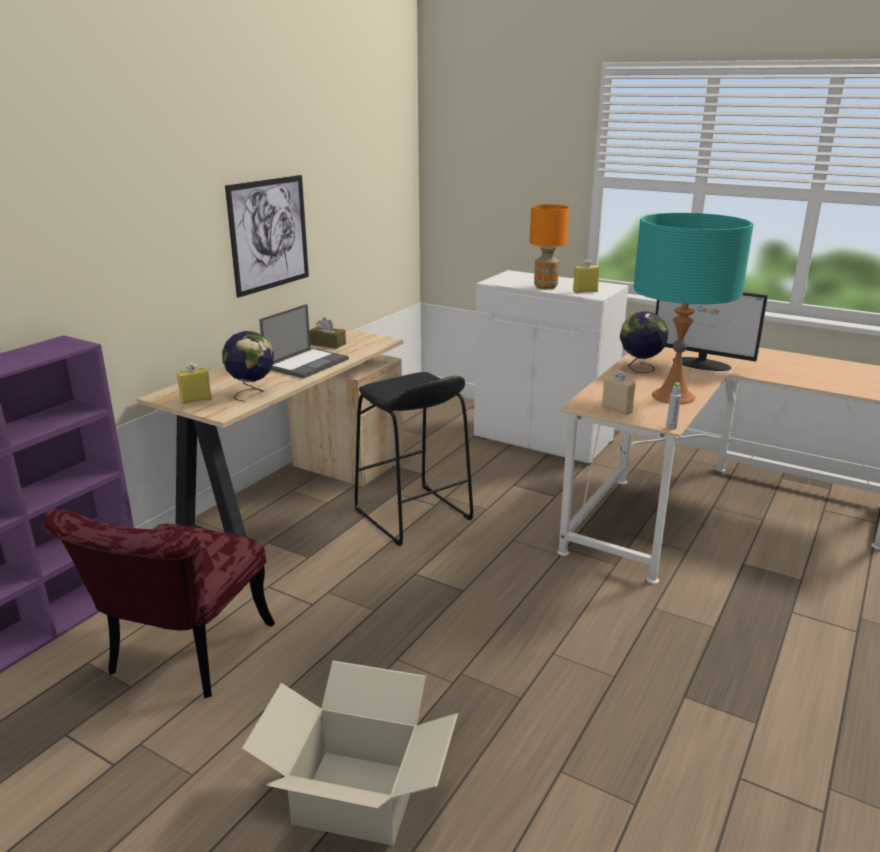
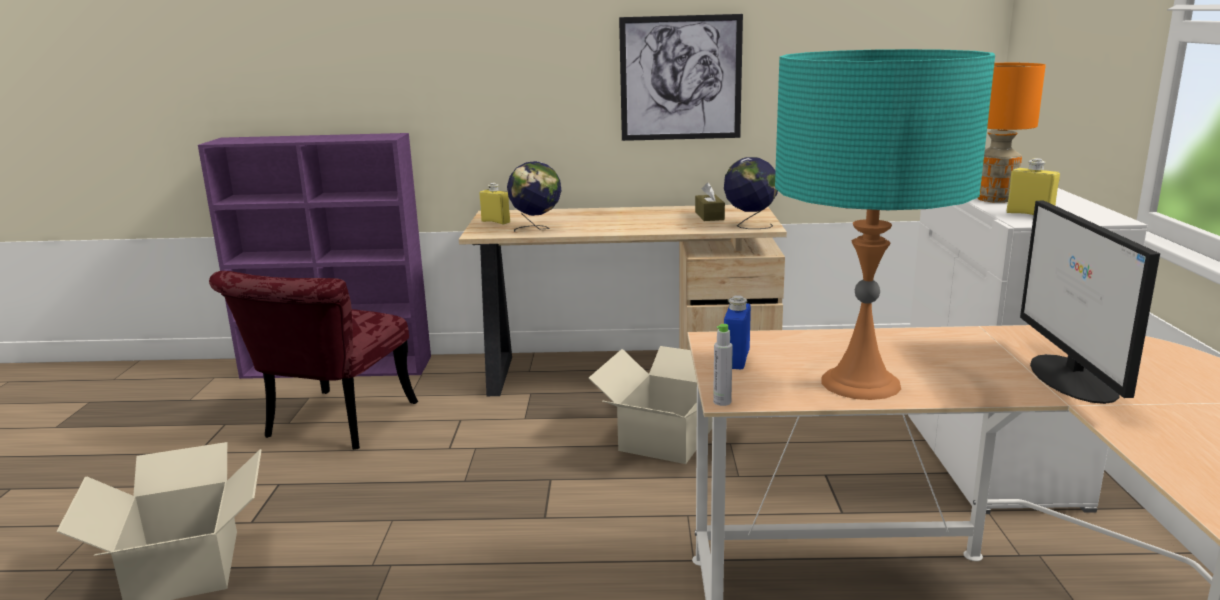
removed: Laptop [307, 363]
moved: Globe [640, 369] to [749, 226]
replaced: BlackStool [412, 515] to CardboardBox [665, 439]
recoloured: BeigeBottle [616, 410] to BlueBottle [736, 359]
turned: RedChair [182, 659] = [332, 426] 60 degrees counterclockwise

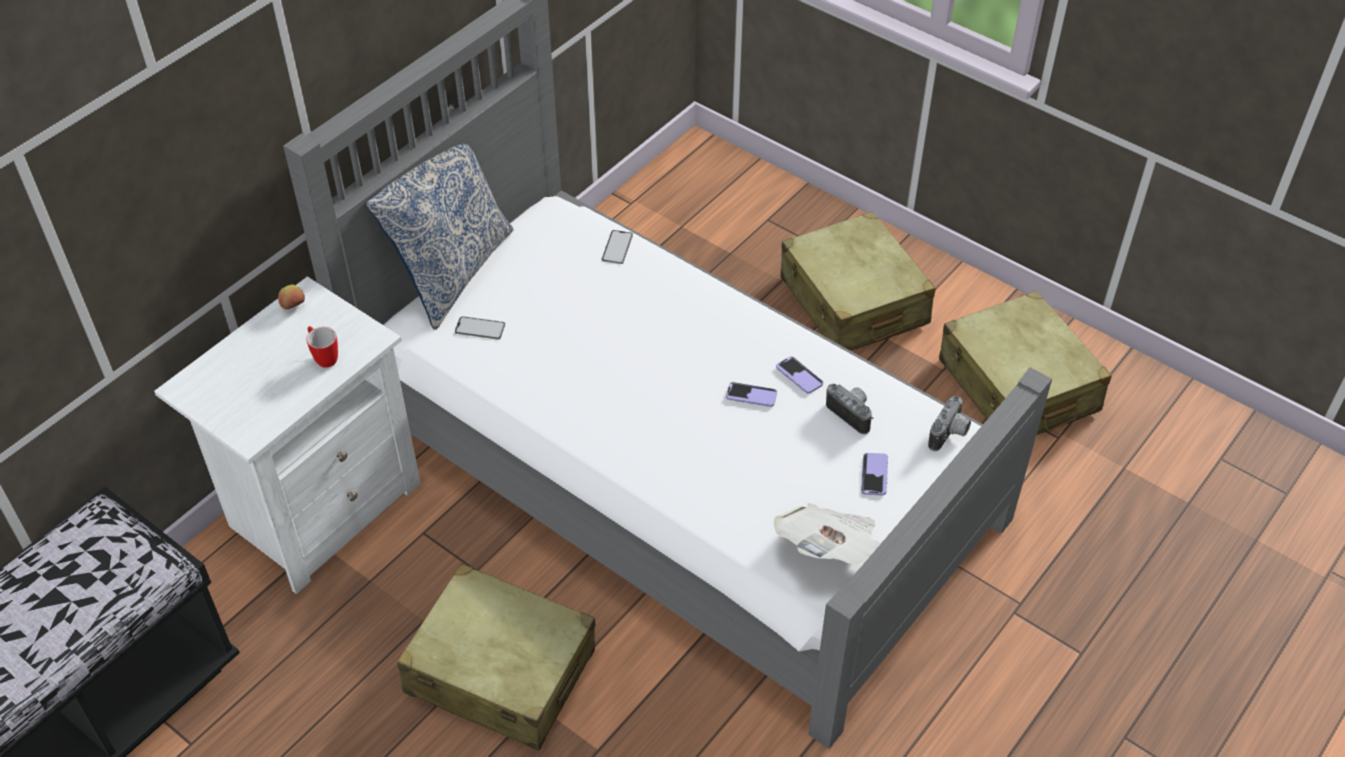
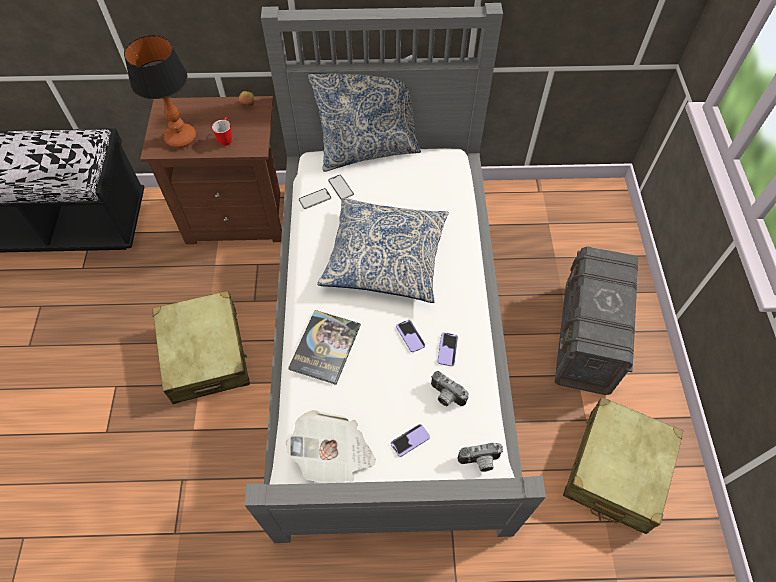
added: TableLamp [180, 138]; Book [325, 347]; Pillow [385, 257]
moved: Phone [617, 247] to [315, 199]
replaced: BeigeSuitcase [853, 301] to GreyStorageBox [585, 339]
recoloured: WhiteNightstand [321, 507] to BrownNightstand [238, 216]
turned: PhotoCamera [852, 413] = [445, 396] 120 degrees clockwise

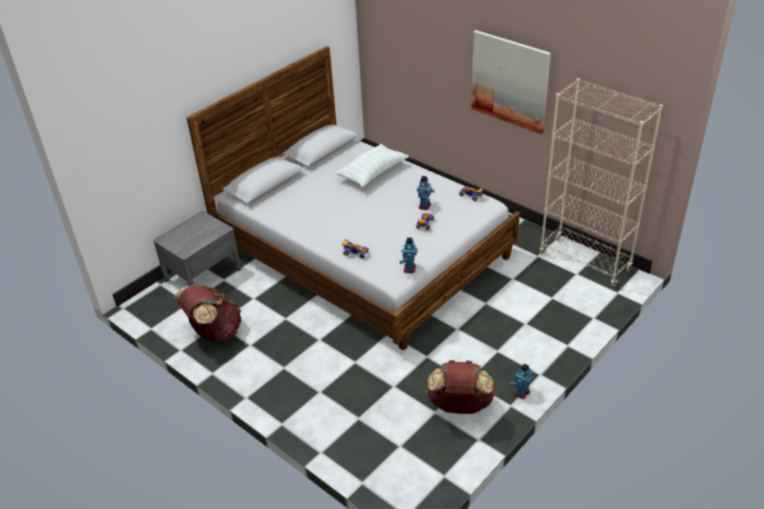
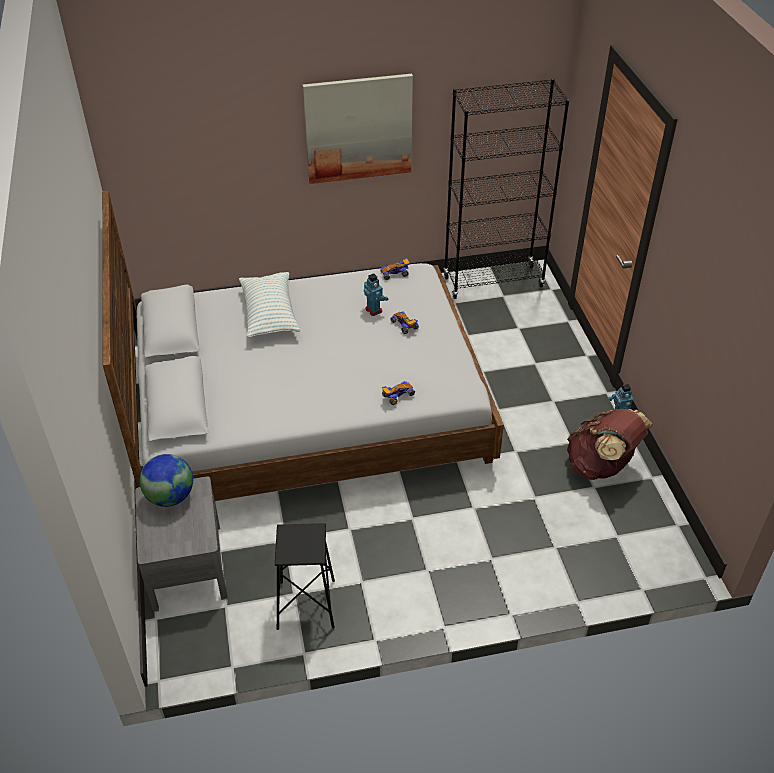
removed: ToyRobot [409, 268]
added: Globe [170, 497]
replaced: BrownBackpack [214, 332] to BlackStool [306, 604]
recoloured: BeigeBookcase [584, 262] to BlackBookcase [493, 282]

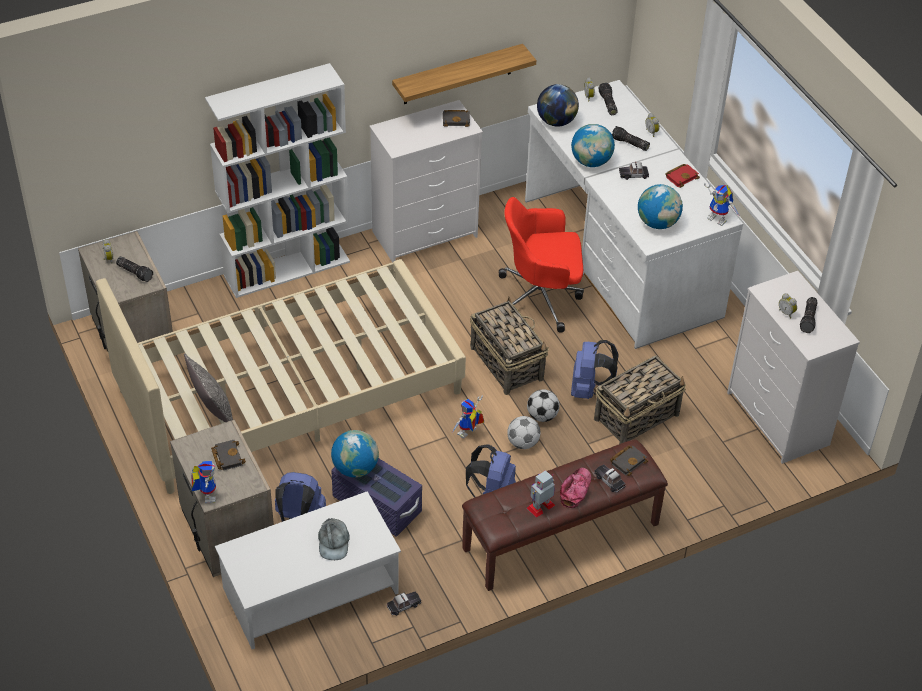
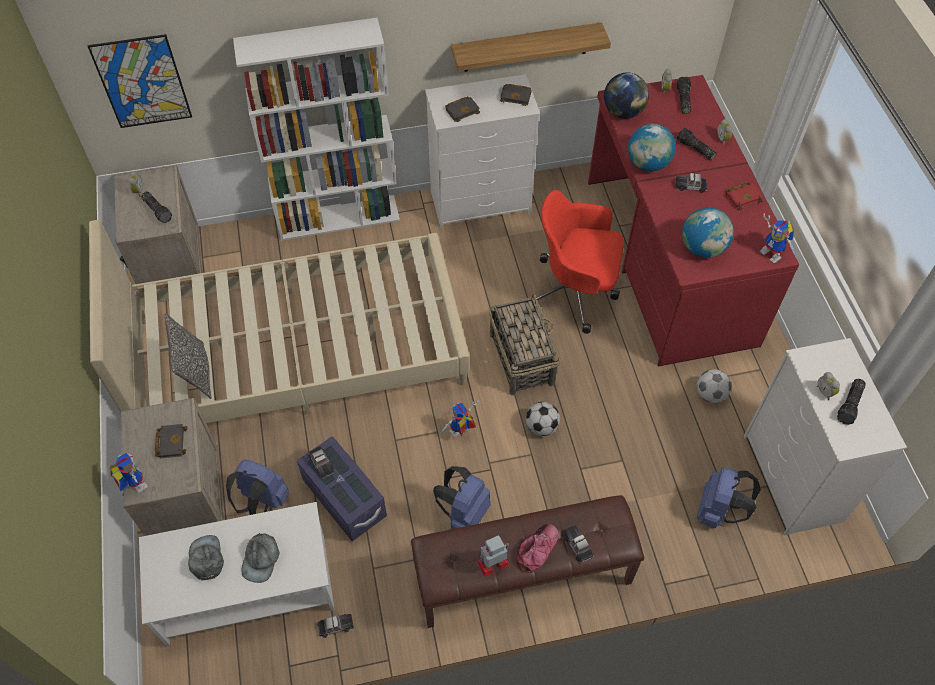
removed: Basket [637, 416]
added: Picture [142, 82]; GreyCap [206, 558]
moved: Football [523, 443] to [710, 394]; BlueBackpack [589, 389] to [718, 511]; BlackBook [628, 461] to [462, 110]
replaced: Globe [355, 468] to ToyCar [321, 463]
recoloured: WhiteDesk [619, 258] to RedDesk [667, 260]
turned: ToyRobot [206, 493] = [133, 483] 45 degrees counterclockwise

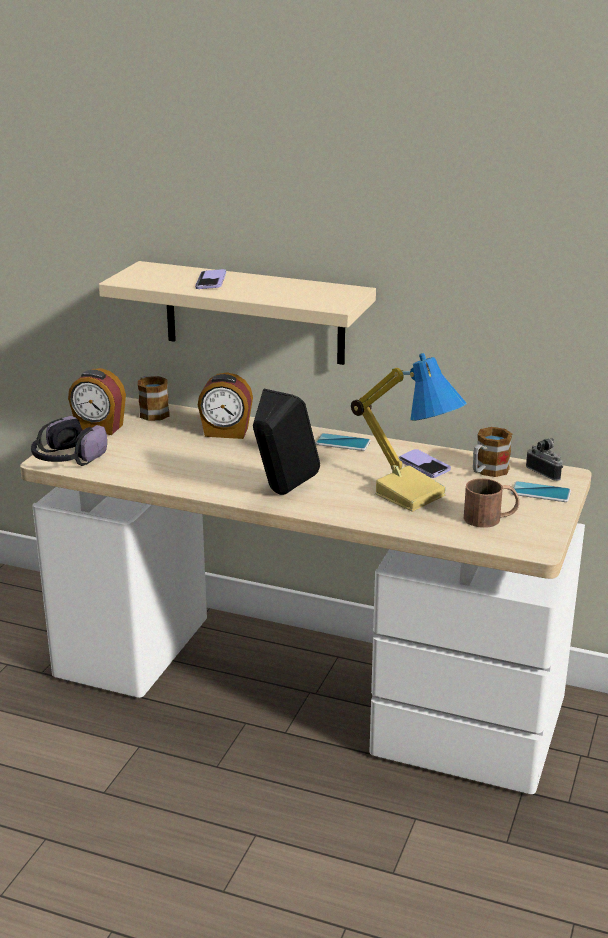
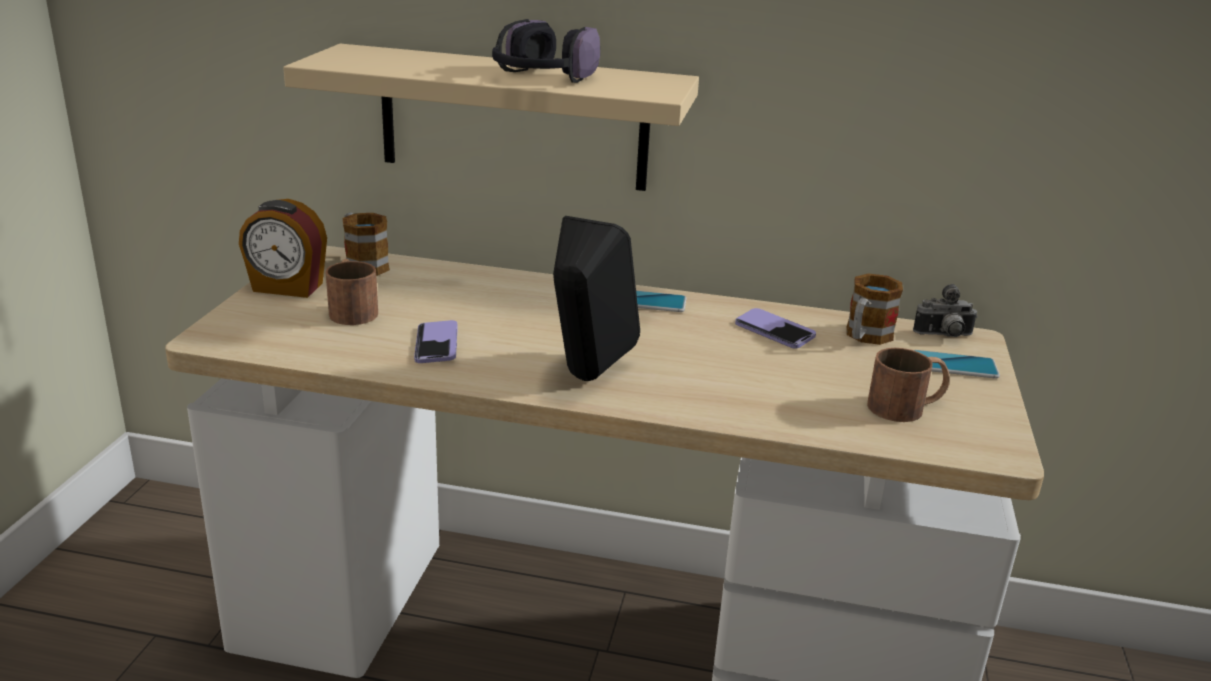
removed: AlarmClock [226, 433]; TableLamp [411, 493]
added: BrownMug [351, 309]
moved: Headphones [67, 459] to [541, 79]; Phone [211, 281] to [436, 344]
turned: PhotoCamera [546, 472] = [944, 336] 135 degrees clockwise

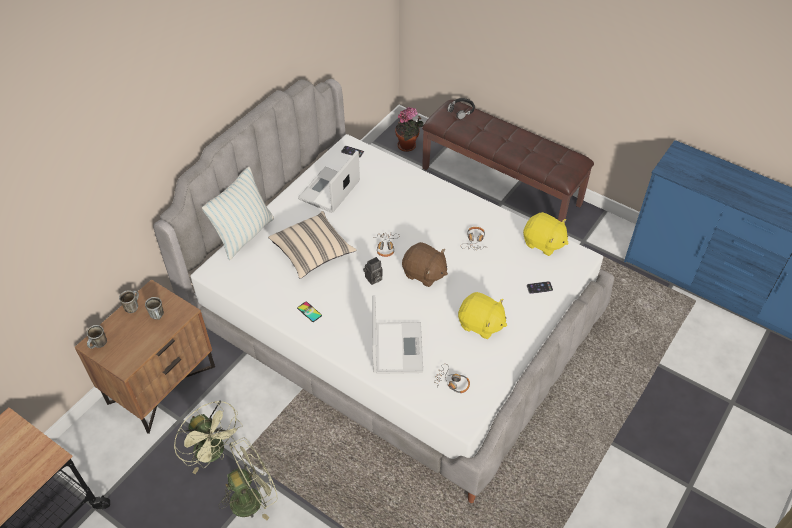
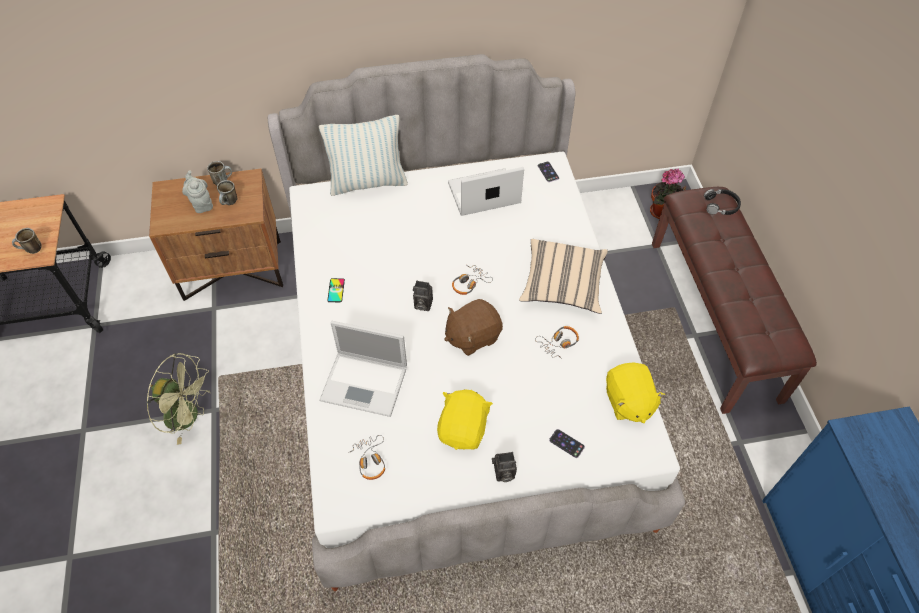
removed: GreenFan [214, 453]
added: GreyTeapot [201, 204]; PhotoCamera [503, 473]
moved: Mug [99, 345] to [31, 250]; BeigePillow [313, 252] to [562, 285]
turned: Laptop [397, 347] = [366, 383] 60 degrees clockwise; BrownPlushToy [424, 273] = [472, 336] 75 degrees clockwise; YellowPlushToy [480, 324] = [464, 429] 150 degrees counterclockwise

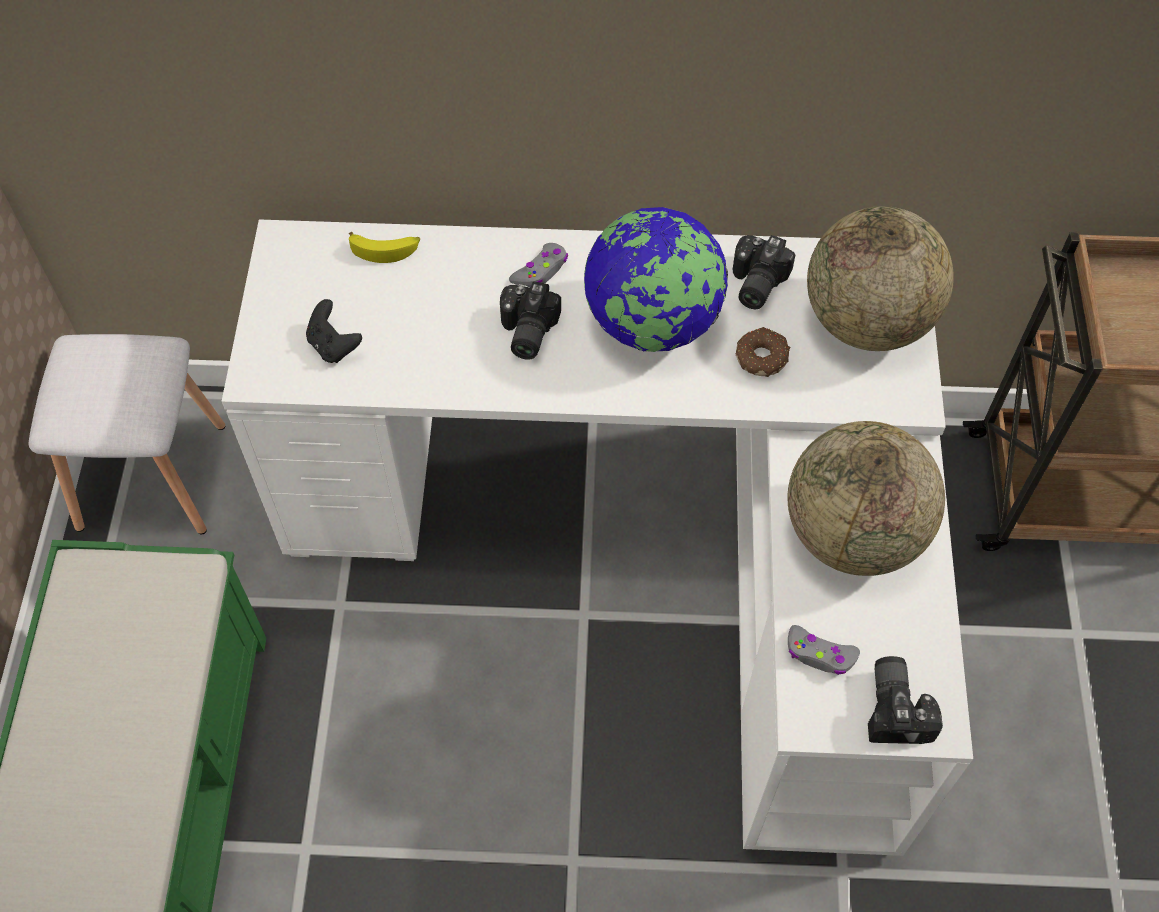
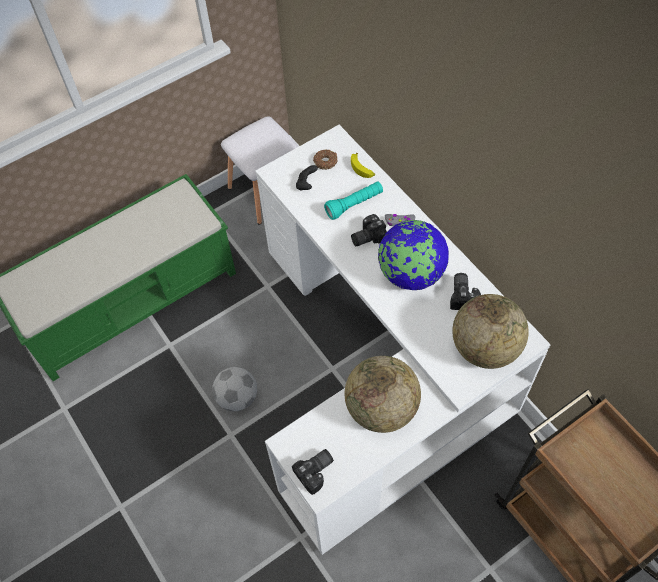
removed: GreyGameController [820, 655]
added: Football [237, 397]; TurquoiseFlashlight [354, 204]
moved: Donut [761, 356] to [326, 162]
turned: PhotoCamera [754, 283] = [464, 295] 105 degrees clockwise

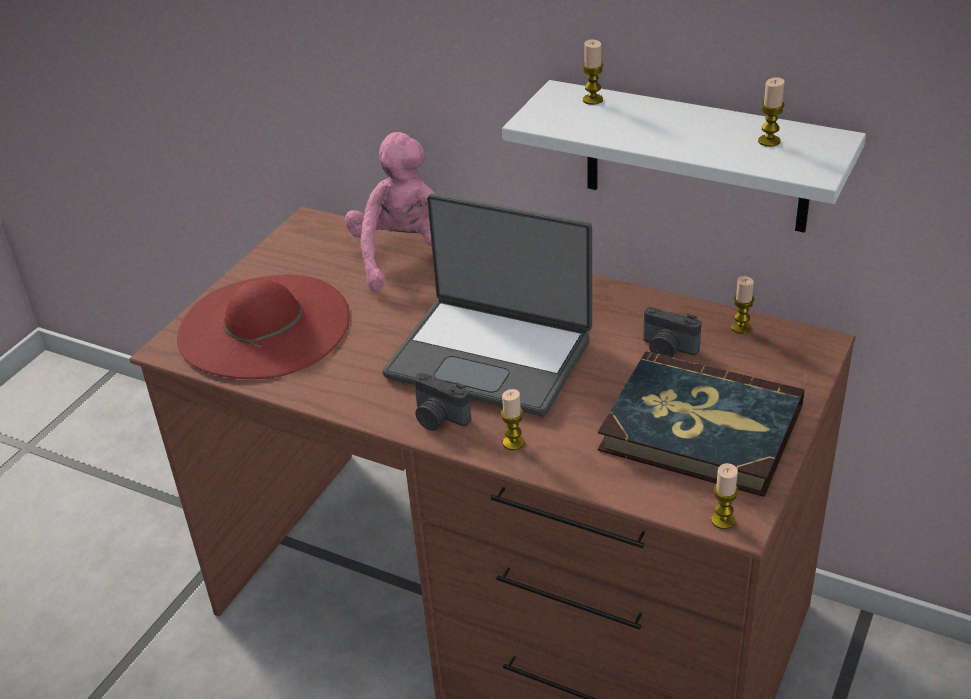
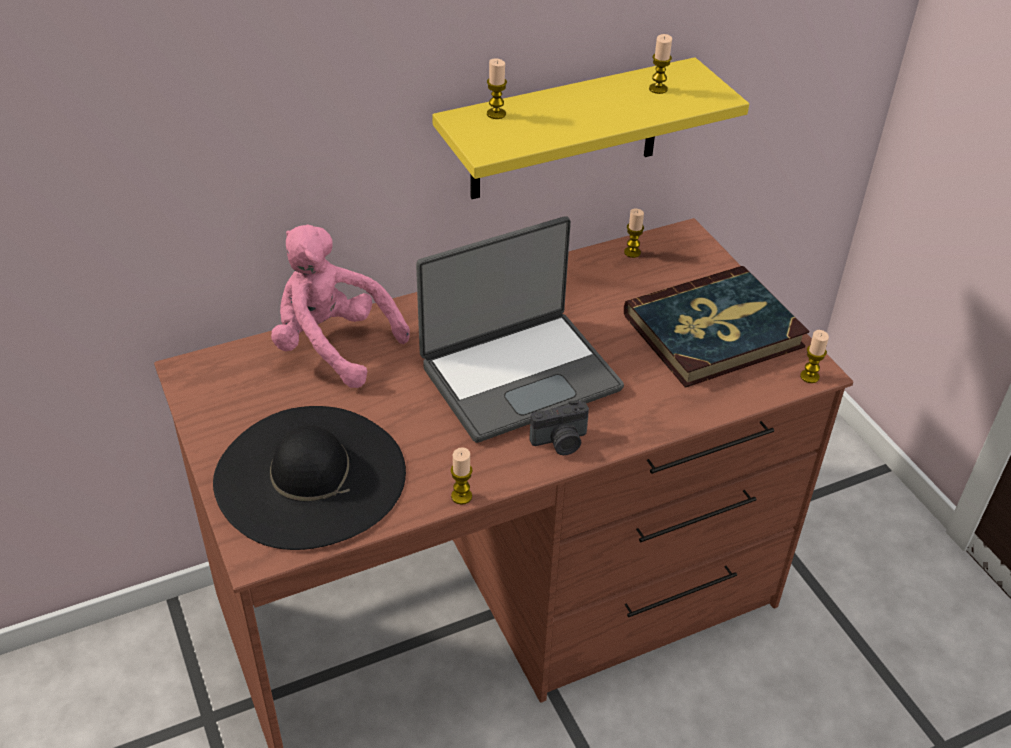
removed: PhotoCamera [667, 350]
moved: Candle [513, 443] to [461, 496]
recoloured: RedHat [264, 326] to BlackHat [310, 476]; WhiteShelf [696, 157] to YellowShelf [566, 130]

